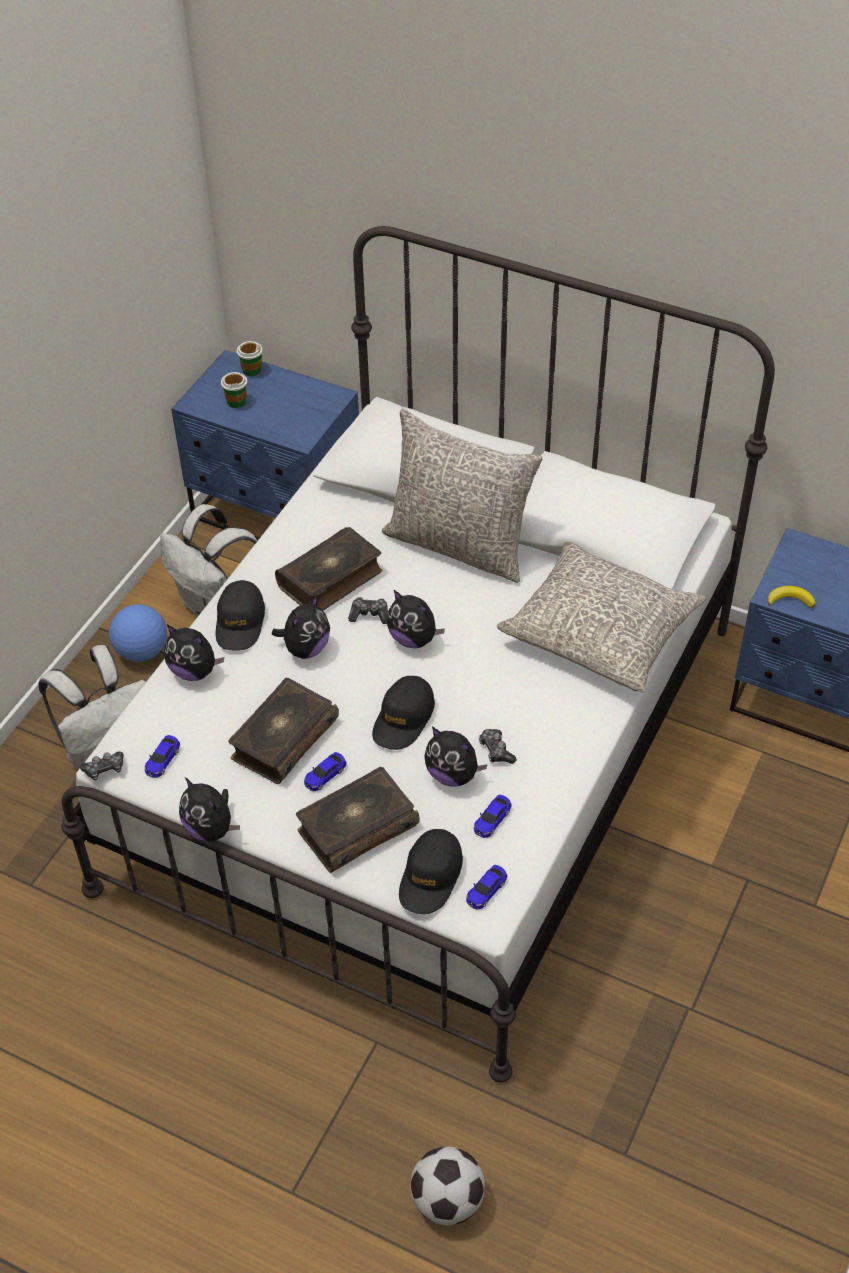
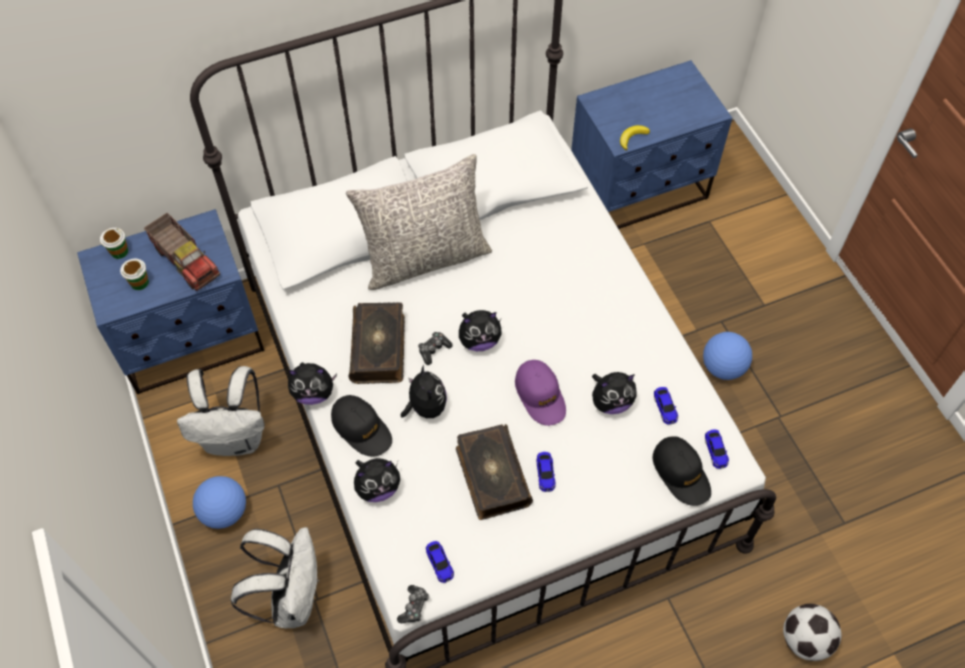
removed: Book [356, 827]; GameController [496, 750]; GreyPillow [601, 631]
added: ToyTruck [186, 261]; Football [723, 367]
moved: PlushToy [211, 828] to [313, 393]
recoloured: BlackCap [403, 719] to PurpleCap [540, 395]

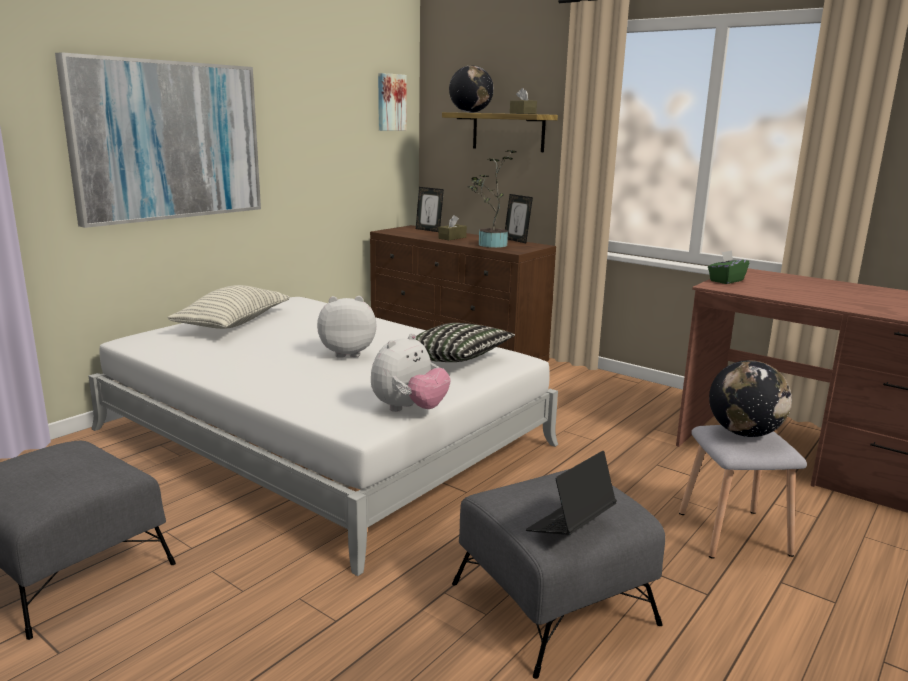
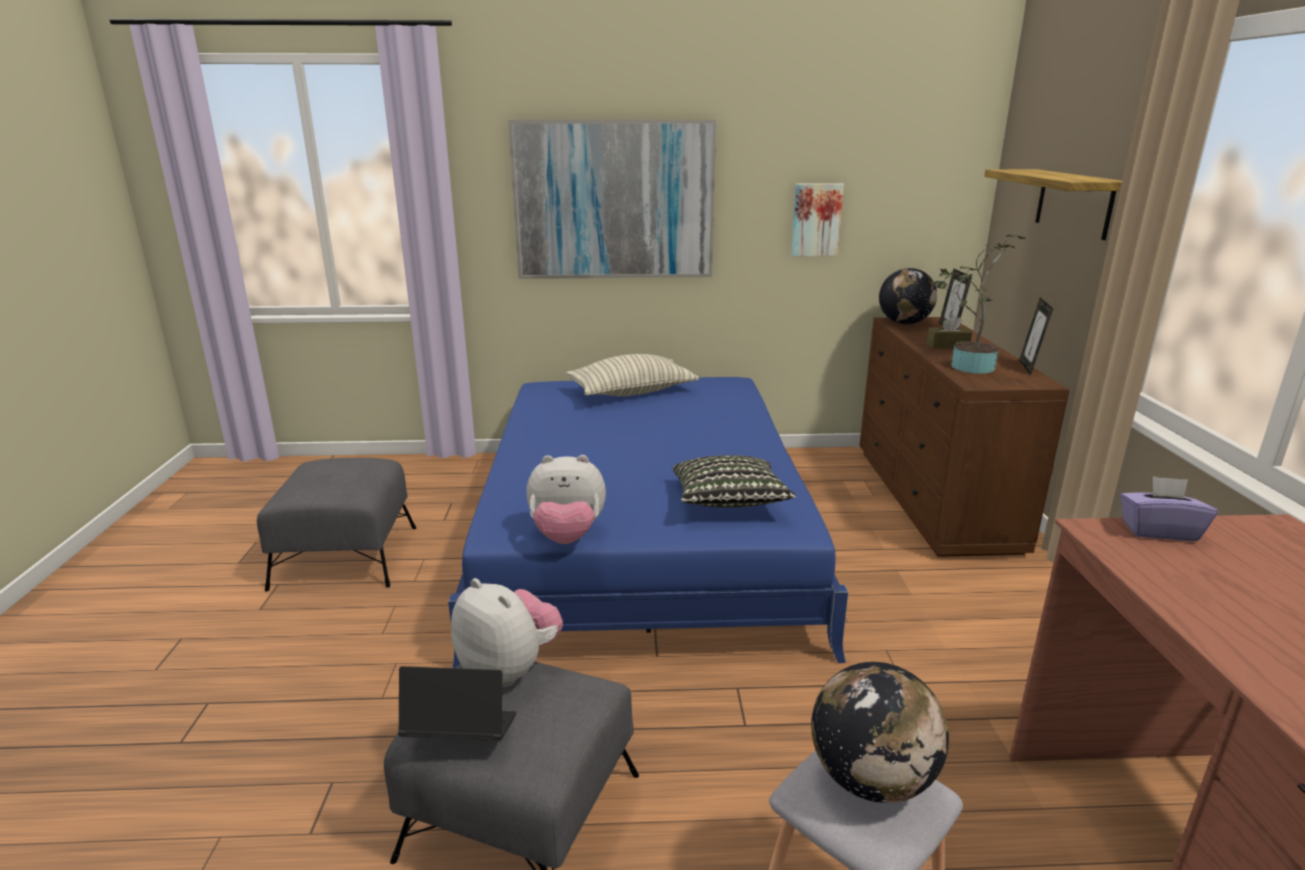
removed: BrownTissueBox [522, 113]
moved: PlushToy [347, 353] to [510, 669]; Picture [390, 102] to [816, 219]; Globe [470, 112] to [904, 323]
recoloured: WhiteBed [323, 437] to BlueBed [642, 534]; GreenTissueBox [726, 281] to PurpleTissueBox [1158, 531]

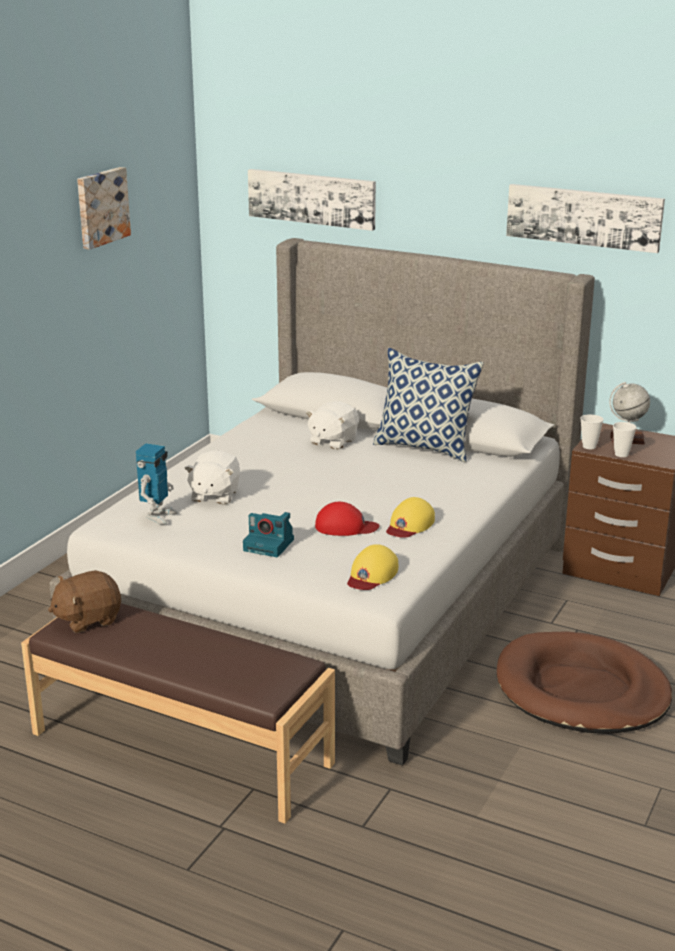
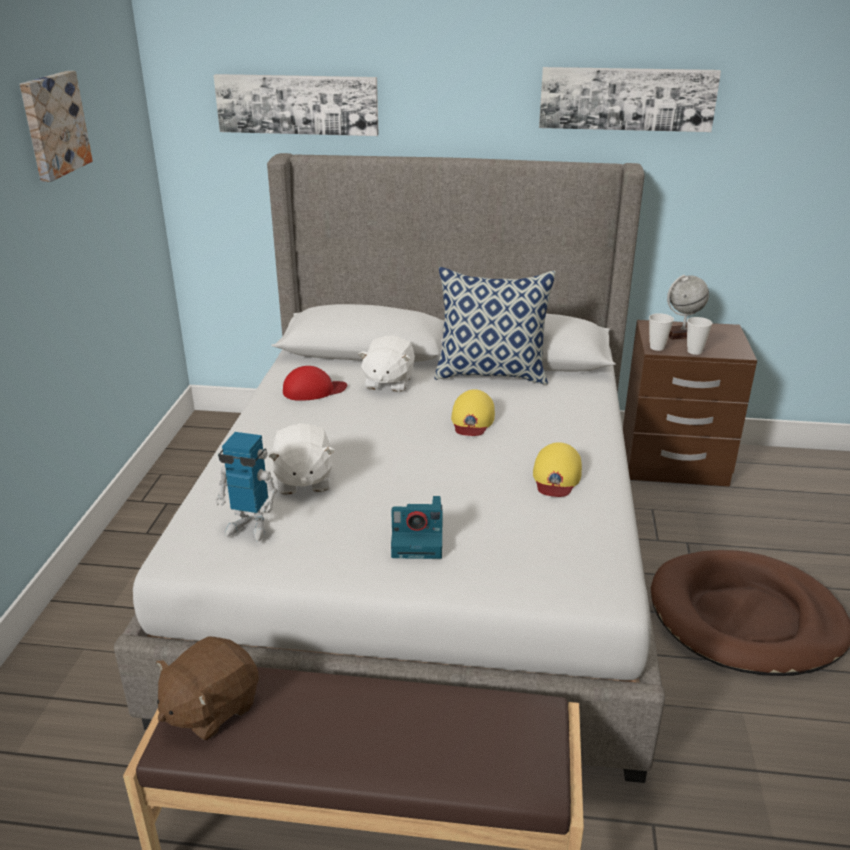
moved: RedCap [345, 527] to [313, 390]; YellowCap [371, 574] to [472, 420]
turned: ToyRobot [158, 516] = [250, 527] 105 degrees clockwise

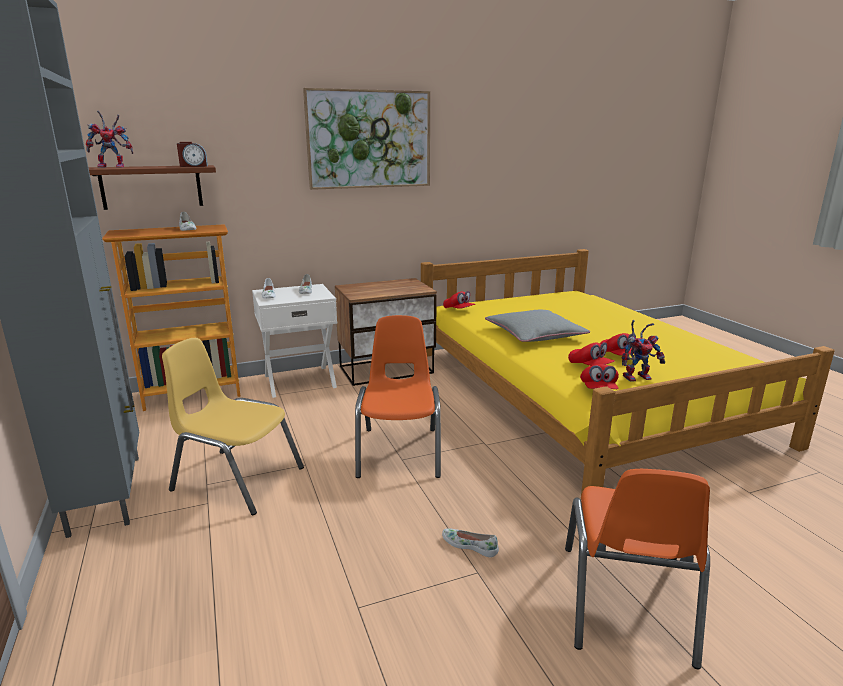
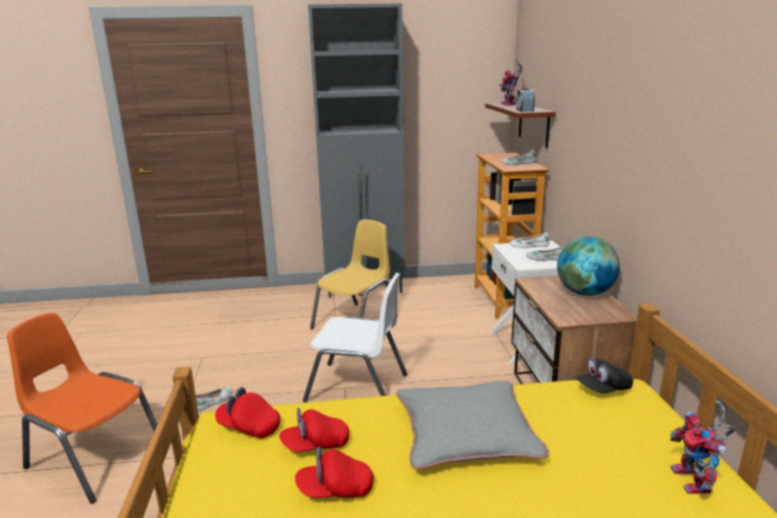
removed: Picture [369, 139]
added: Globe [585, 293]
moved: ToyRobot [637, 376] to [695, 483]
recoloured: OrangeChair [400, 452] to WhiteChair [357, 388]; RedCap [459, 310] to BlackCap [603, 389]

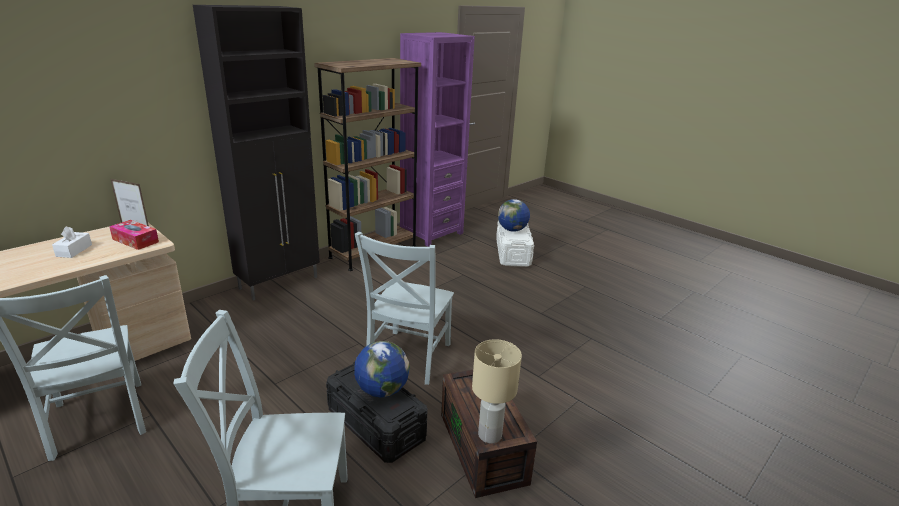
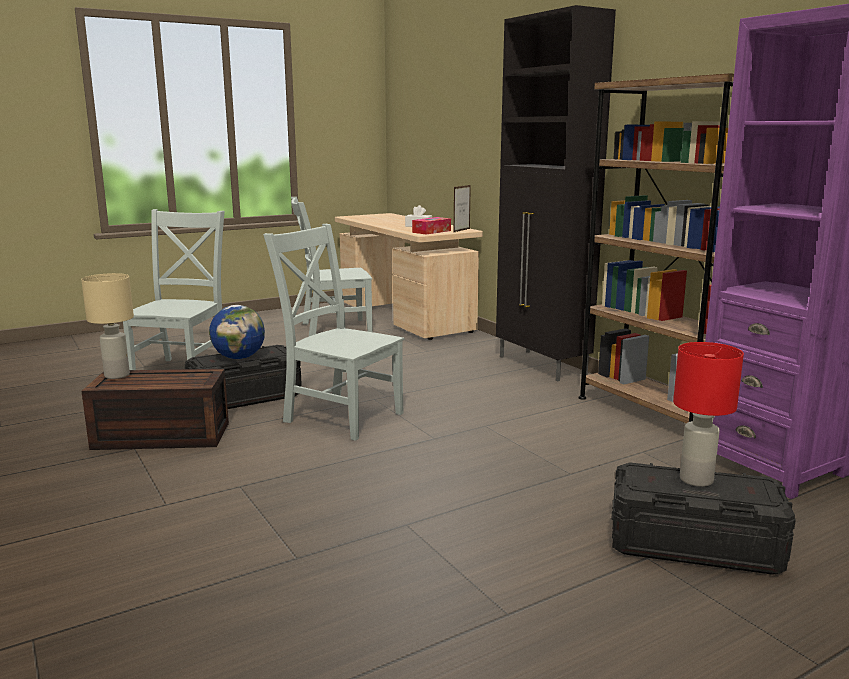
replaced: Globe [512, 230] to RedTableLamp [695, 480]
recoloured: WhiteStorageBox [513, 253] to BlackStorageBox [694, 545]

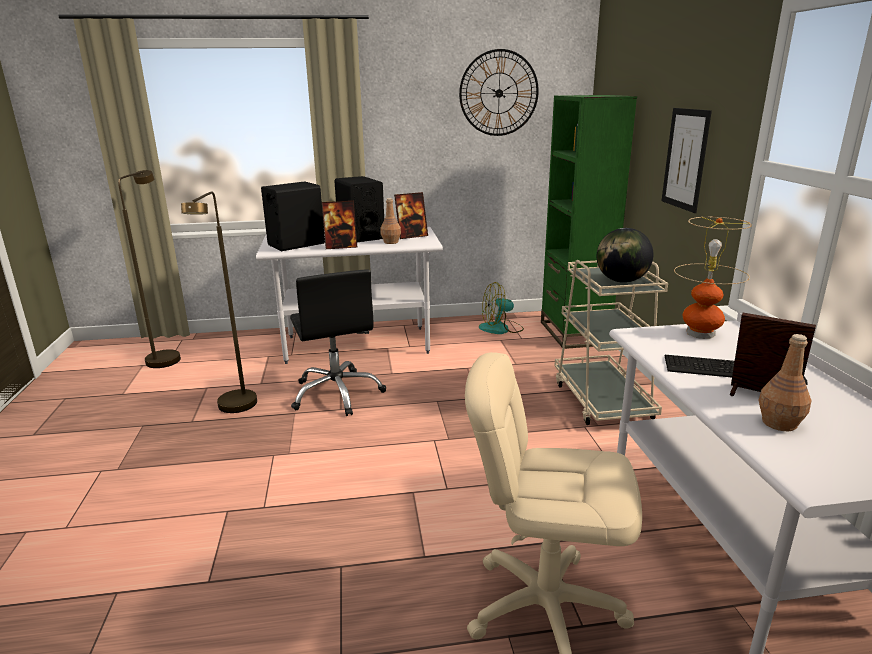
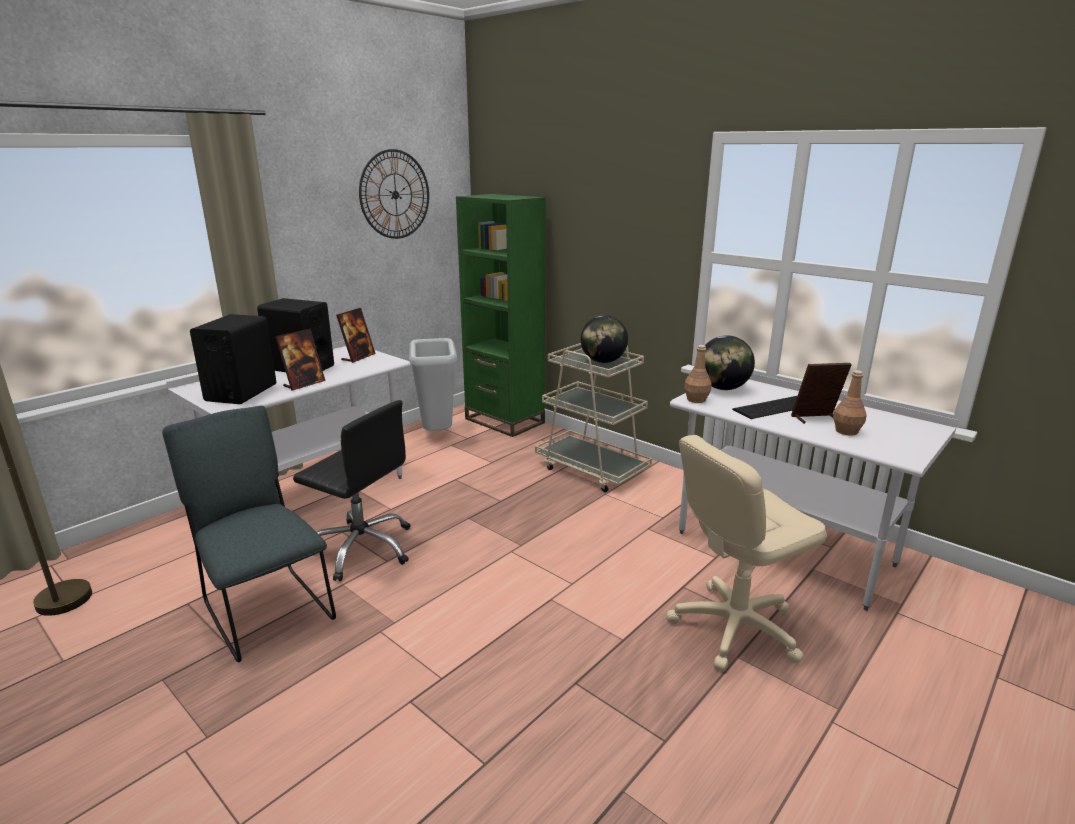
removed: Picture [685, 159]
moved: BrownBottle [391, 242] to [696, 399]
replaced: BrownFloorLamp [236, 409] to GreyChair [266, 609]; Fan [501, 329] to GreyTrashCan [438, 434]; TableLamp [700, 333] to Globe [723, 388]

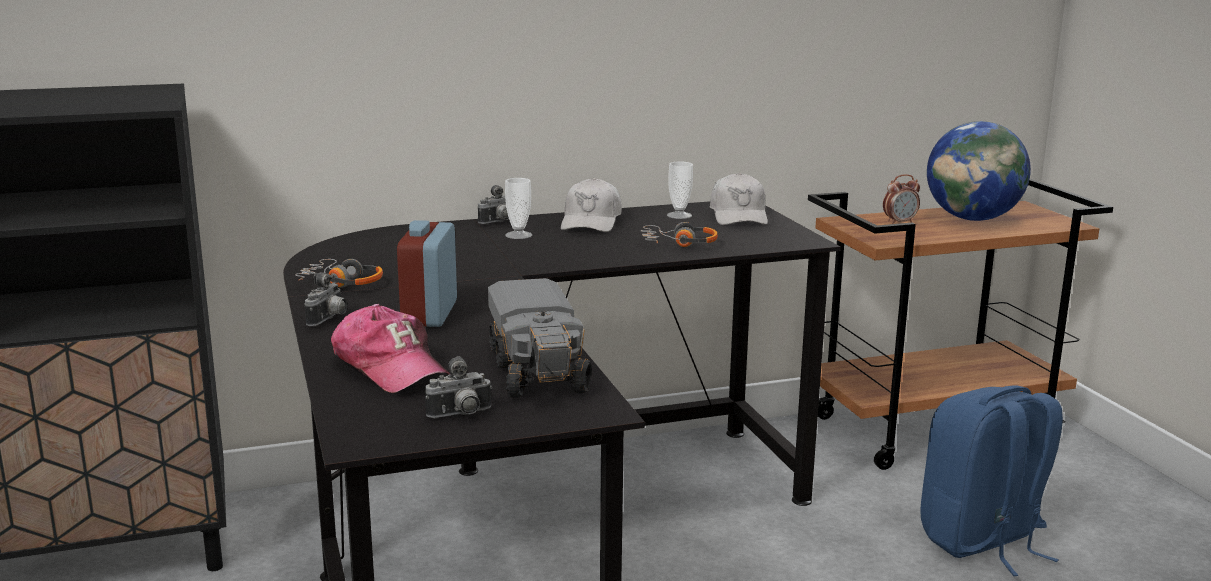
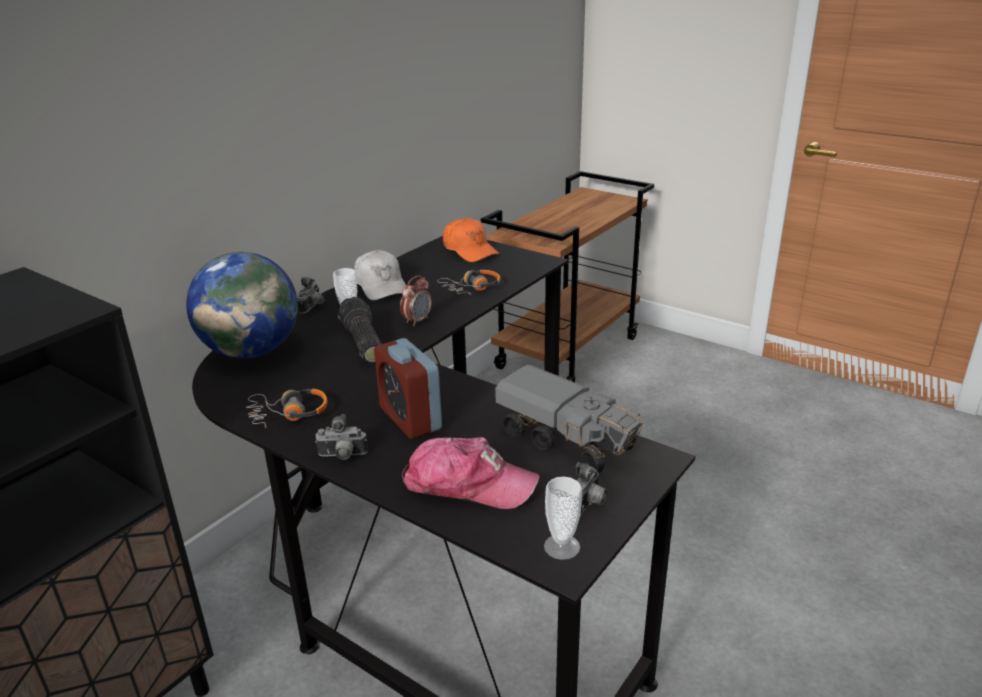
removed: BlueBackpack [982, 541]
added: Flashlight [362, 343]
moved: Cup [679, 215] to [562, 547]; AlarmClock [899, 222] to [417, 321]; Globe [972, 219] to [252, 351]
recoloured: WhiteCap [739, 216] to OrangeCap [470, 250]
turned: PhotoCamera [329, 319] = [342, 456] 105 degrees clockwise

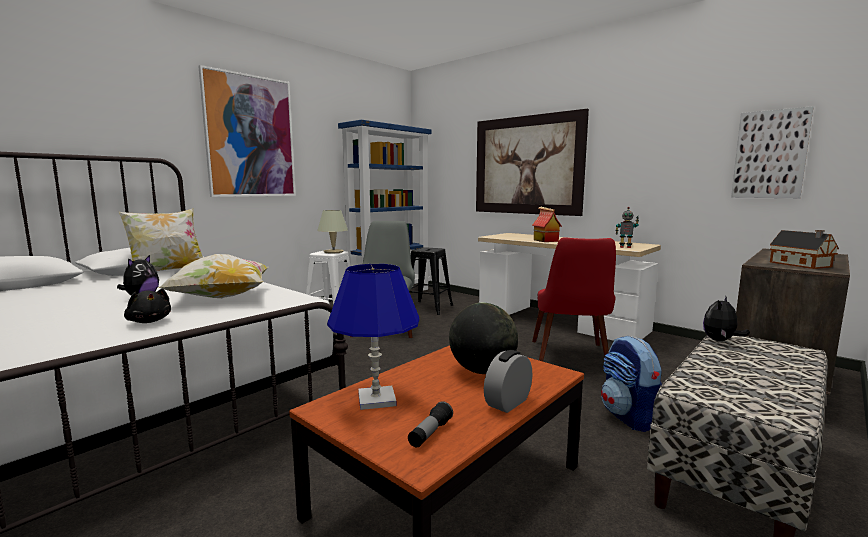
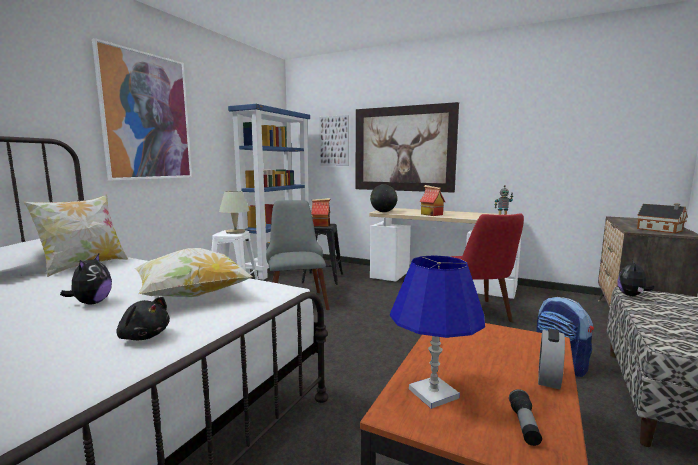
added: ToyHouse [321, 225]
moved: Globe [482, 371] to [383, 212]; Picture [770, 154] to [334, 141]

